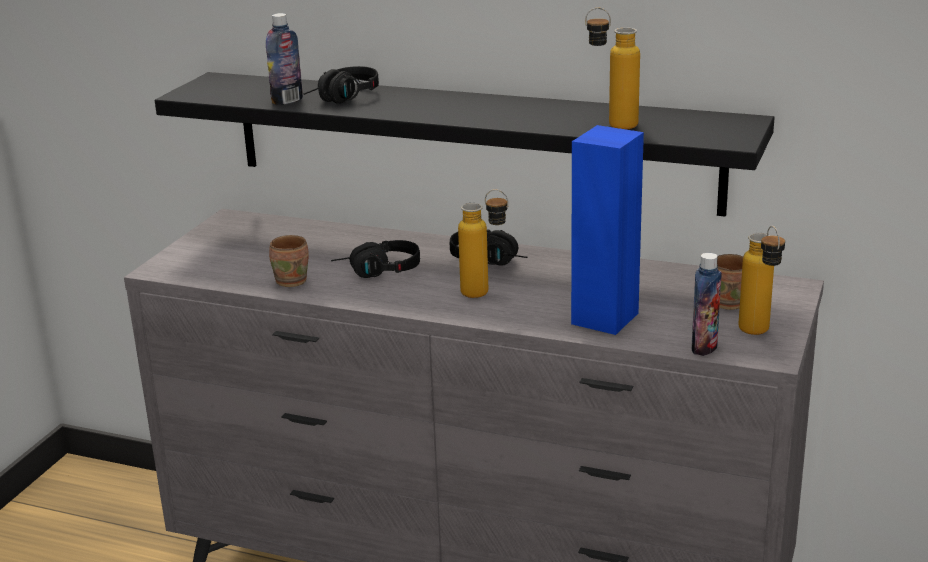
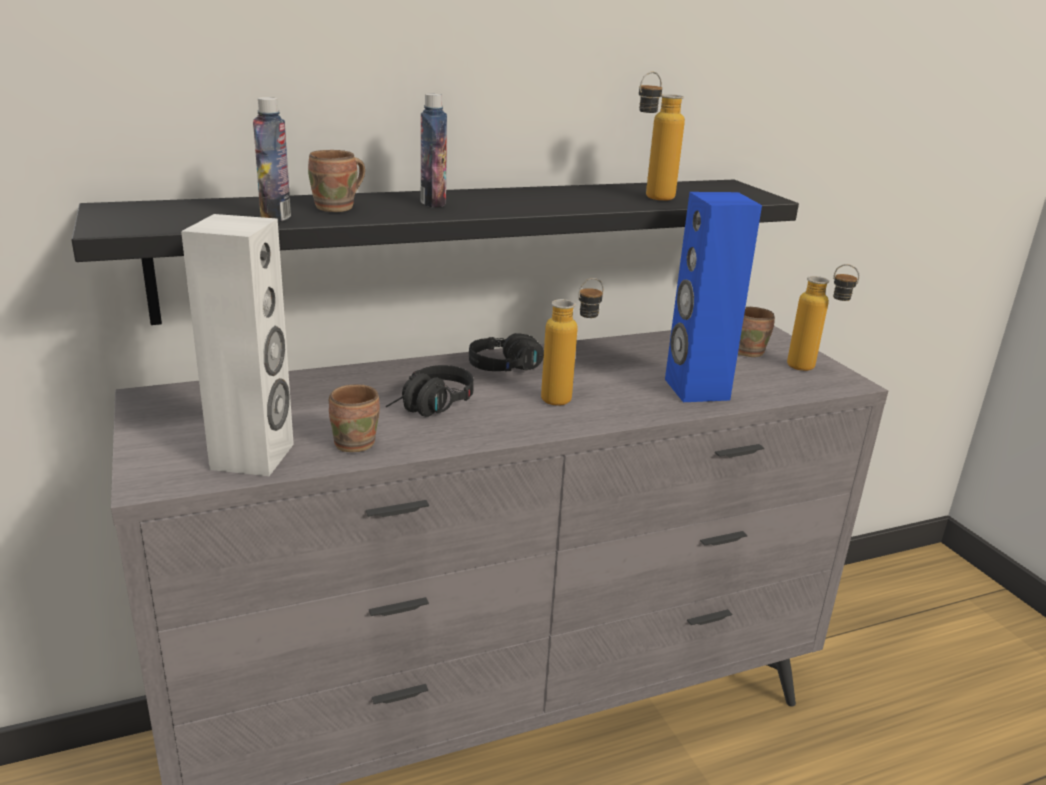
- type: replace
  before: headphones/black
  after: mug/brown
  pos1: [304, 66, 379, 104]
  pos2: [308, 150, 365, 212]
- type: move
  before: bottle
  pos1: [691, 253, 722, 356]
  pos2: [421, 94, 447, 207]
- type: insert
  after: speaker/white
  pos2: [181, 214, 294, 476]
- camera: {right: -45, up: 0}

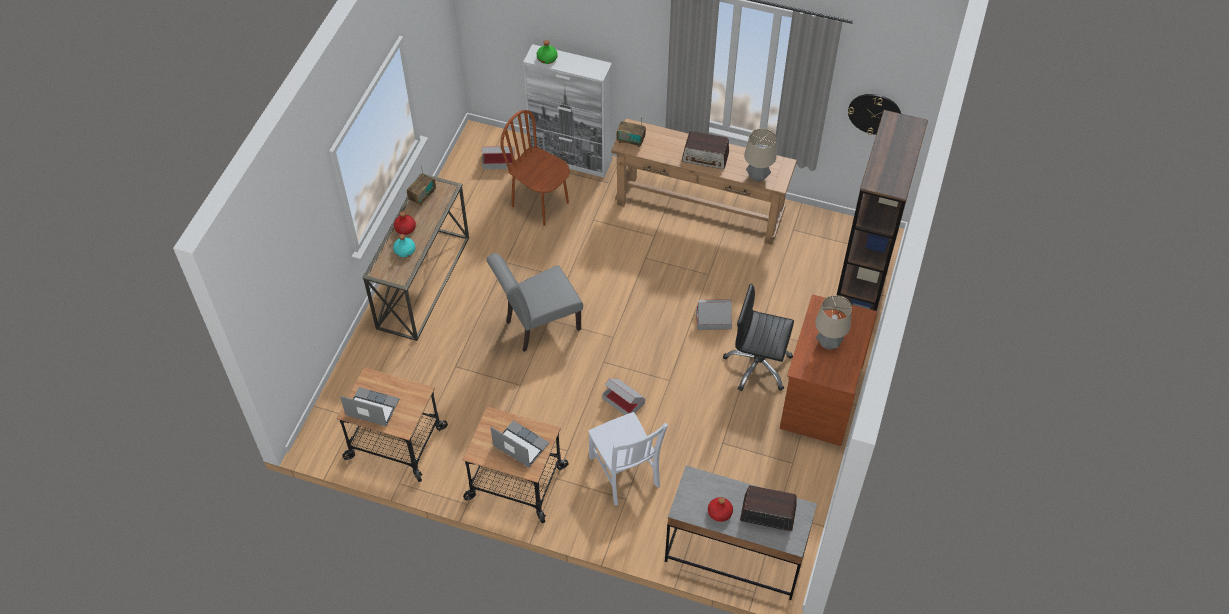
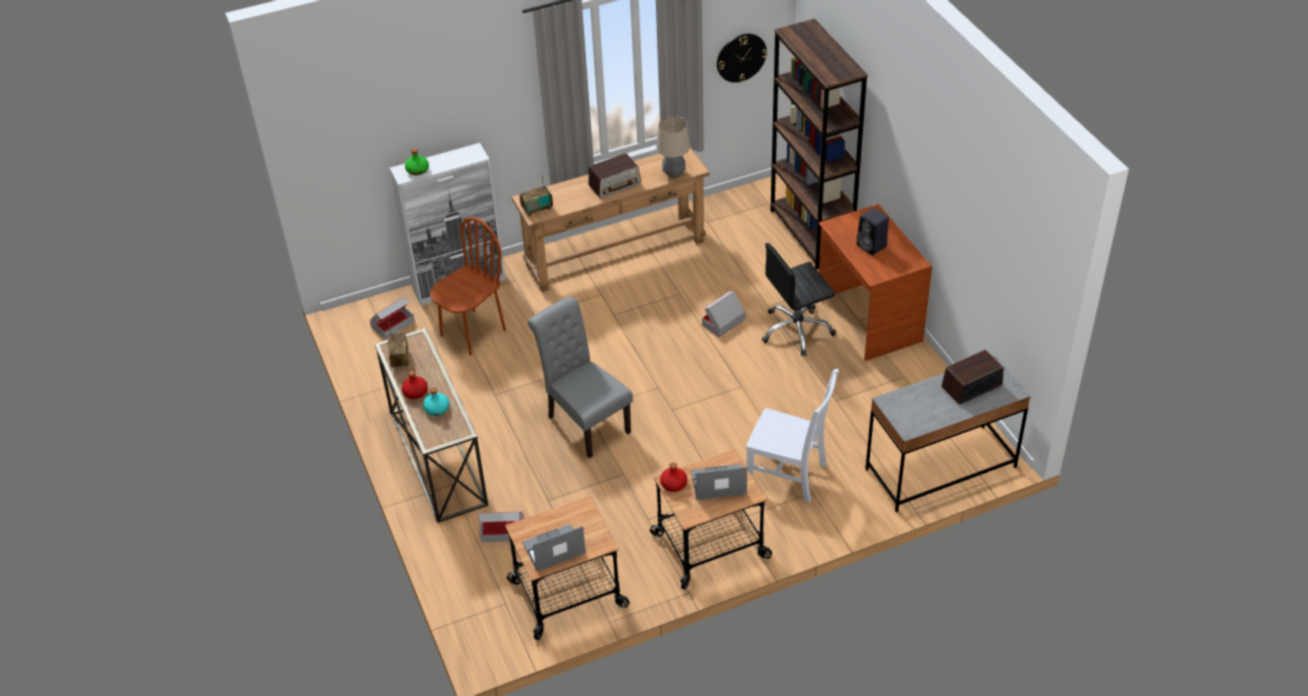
- type: rotate
  before: chair/grey
  pos1: [486, 253, 583, 352]
  pos2: [528, 296, 633, 458]
  turn: 120
- type: rotate
  before: chair/brown
  pos1: [500, 110, 570, 226]
  pos2: [430, 217, 506, 355]
  turn: 135
- type: move
  before: cardboard box
  pos1: [602, 379, 645, 415]
  pos2: [479, 512, 524, 542]
- type: move
  before: bottle/red
  pos1: [708, 497, 733, 522]
  pos2: [660, 463, 687, 492]
- type: replace
  before: table lamp
  after: speaker/black
  pos1: [815, 295, 852, 350]
  pos2: [857, 208, 889, 255]
- camera: {right: -40, up: -10}

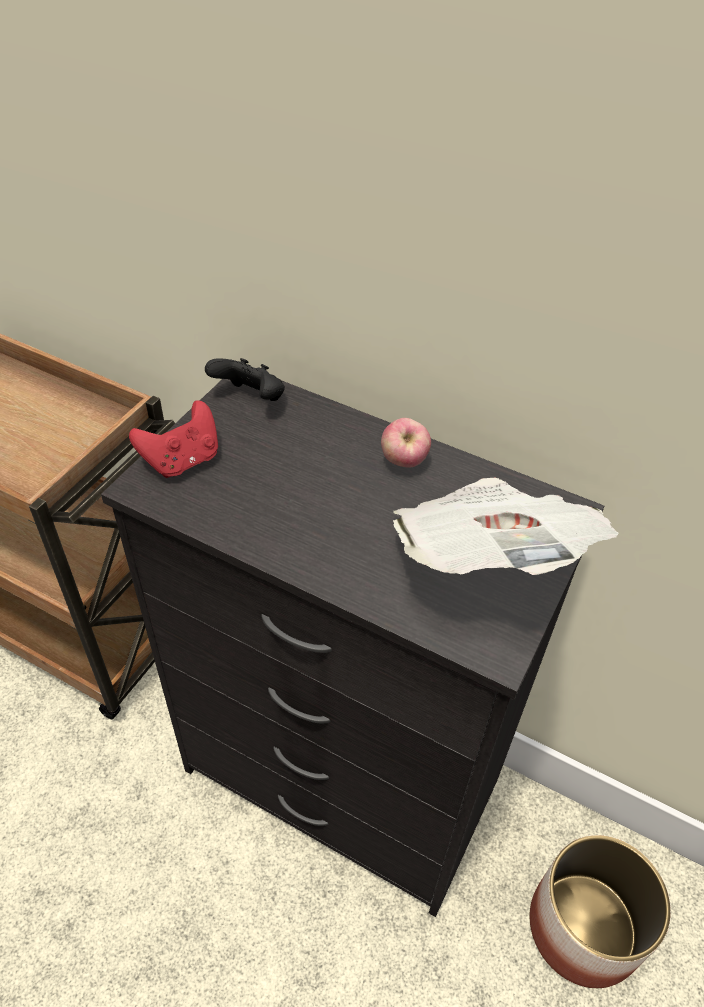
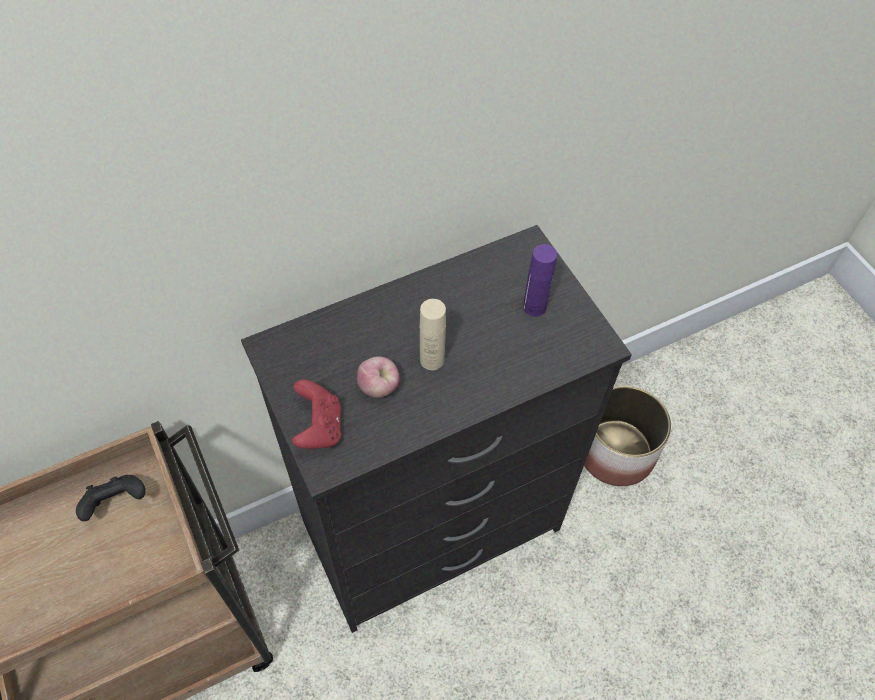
- type: move
  before: game controller/black
  pos1: [205, 358, 285, 401]
  pos2: [76, 475, 146, 521]
- type: move
  before: apple
  pos1: [381, 418, 431, 468]
  pos2: [357, 356, 400, 398]
- type: replace
  before: newspaper
  after: bottle/purple
  pos1: [393, 478, 619, 575]
  pos2: [523, 244, 557, 317]
- type: insert
  after: bottle/beige
  pos2: [420, 299, 446, 370]
- camera: {right: -55, up: 10}

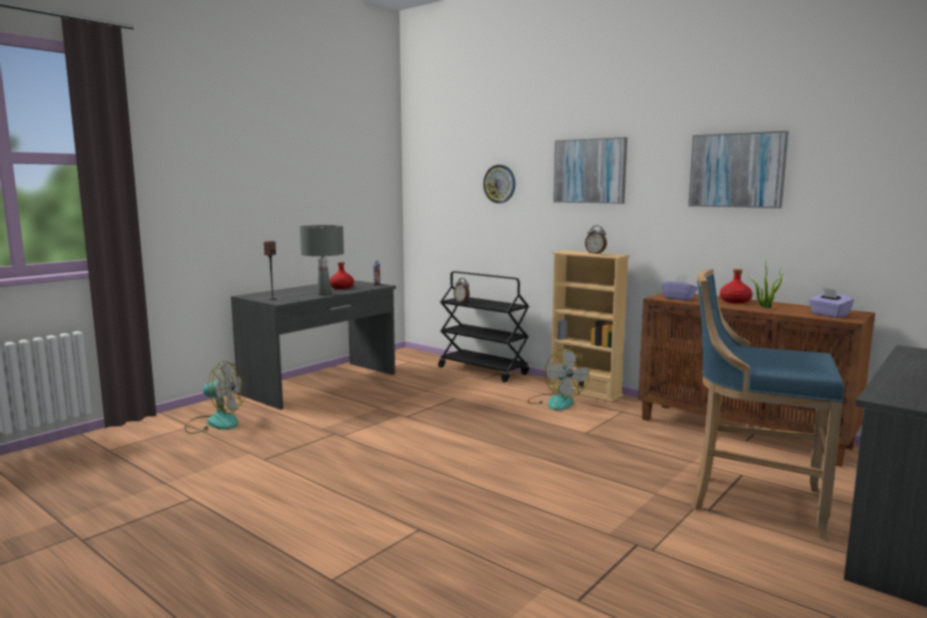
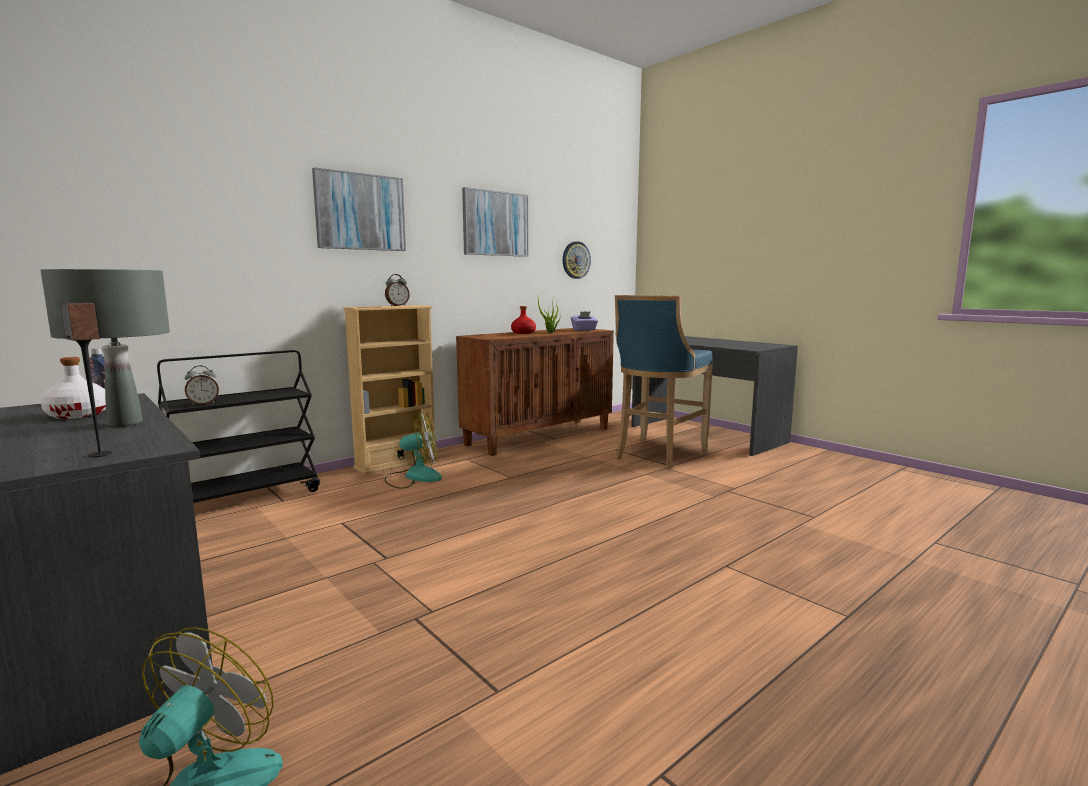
- type: recolor
  before: bottle/red
  after: bottle/white
  pos1: [330, 262, 354, 289]
  pos2: [41, 357, 106, 419]
- type: move
  before: wall clock
  pos1: [483, 165, 515, 203]
  pos2: [563, 241, 591, 279]
- type: delete
  before: tissue box/purple
  pos1: [662, 275, 698, 301]
- camera: {right: -80, up: 0}

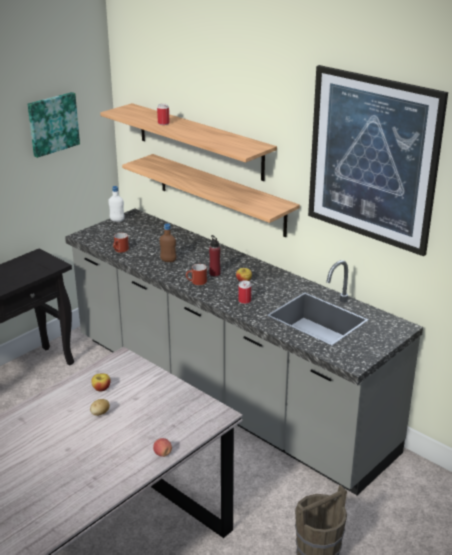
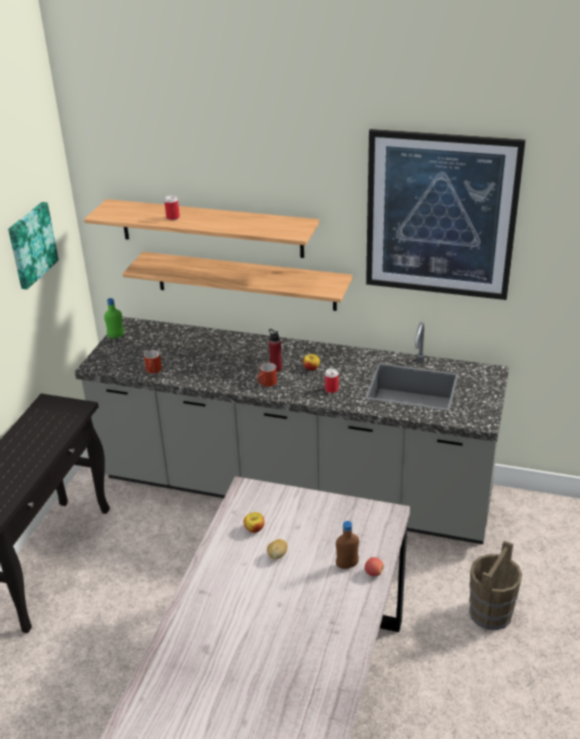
- type: recolor
  before: bottle/white
  after: bottle/green
  pos1: [108, 186, 125, 222]
  pos2: [104, 298, 124, 338]
- type: move
  before: bottle/brown
  pos1: [160, 224, 176, 262]
  pos2: [336, 521, 359, 569]
- camera: {right: -25, up: 5}

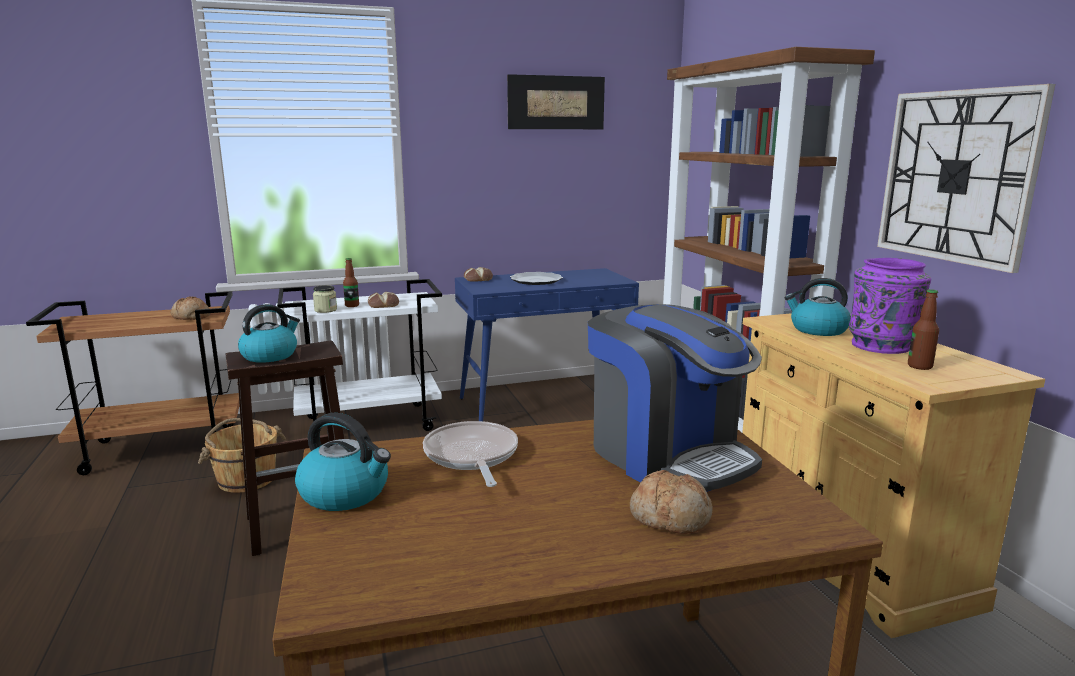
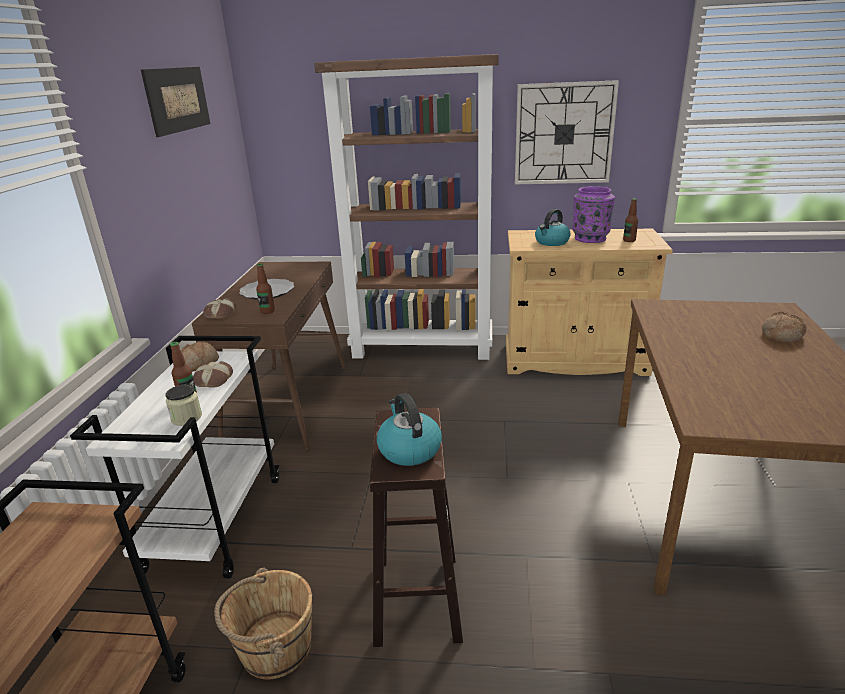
- type: move
  before: bread
  pos1: [171, 297, 210, 320]
  pos2: [181, 342, 219, 372]
- type: delete
  before: kettle
  pos1: [295, 413, 391, 511]
- type: delete
  before: frying pan
  pos1: [423, 421, 518, 487]
- type: recolor
  before: console table/blue
  after: console table/brown
  pos1: [455, 268, 639, 421]
  pos2: [192, 262, 346, 450]
- type: delete
  before: coffee machine
  pos1: [588, 304, 762, 492]
- type: insert
  after: bottle
  pos2: [256, 264, 275, 314]
- camera: {right: -65, up: 10}

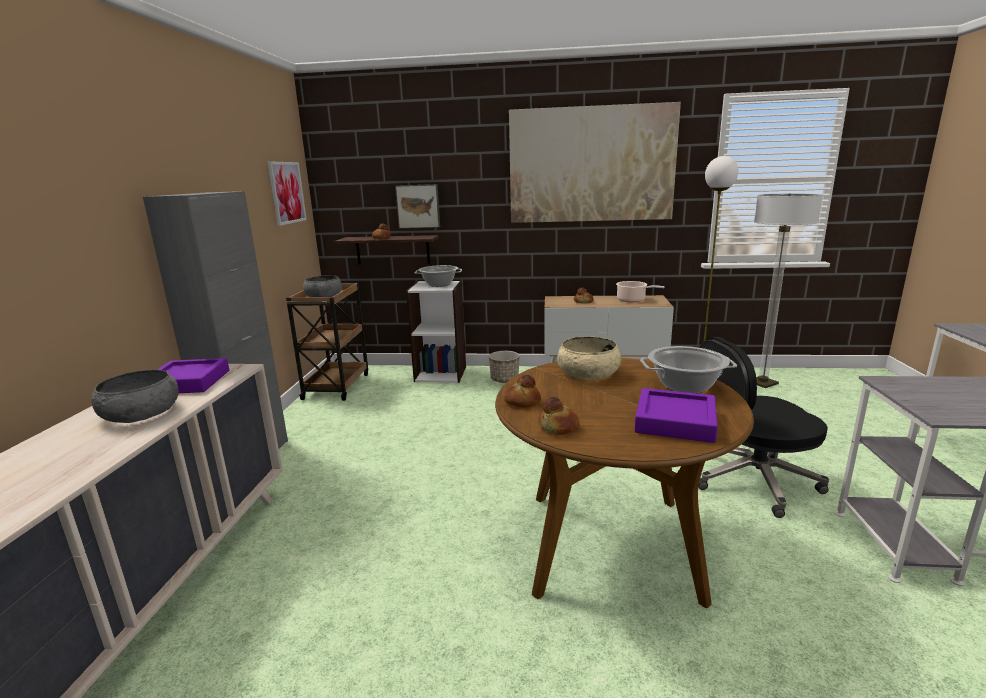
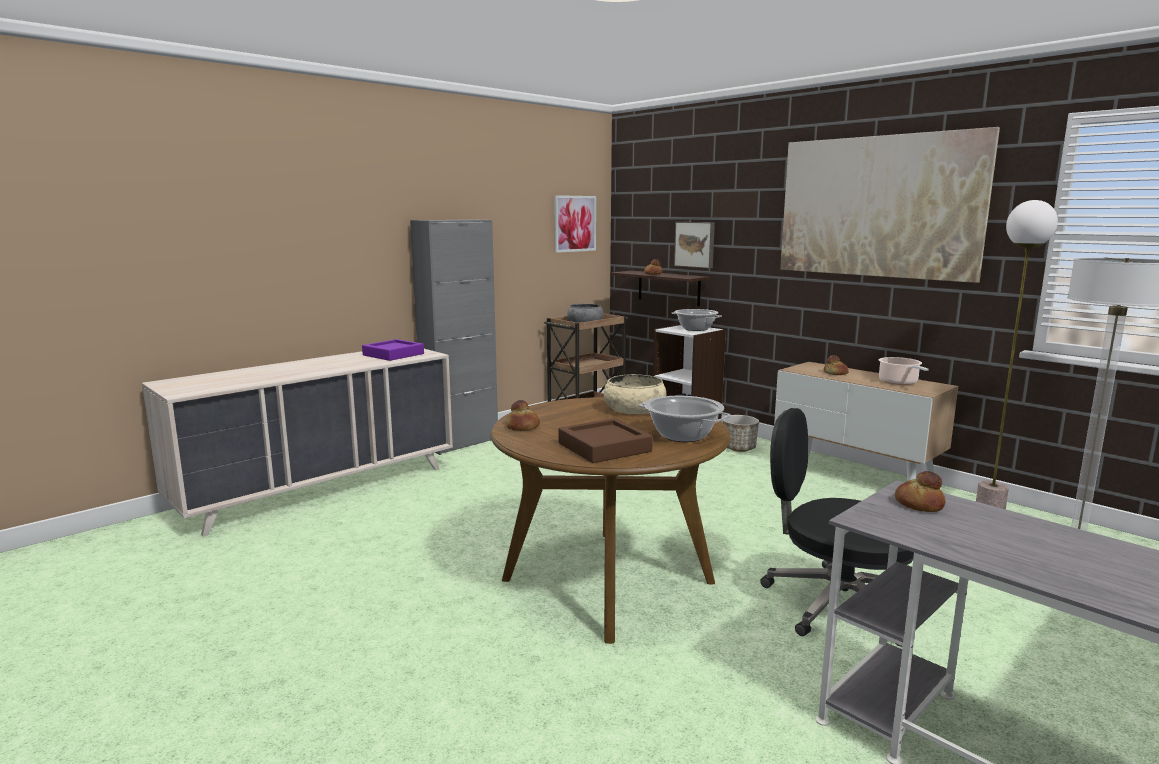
- type: delete
  before: bowl/grey
  pos1: [91, 370, 179, 423]
- type: move
  before: bread
  pos1: [504, 375, 541, 408]
  pos2: [895, 471, 945, 512]
- type: recolor
  before: tray/purple
  after: tray/brown
  pos1: [635, 388, 718, 443]
  pos2: [558, 418, 653, 463]
- camera: {right: 40, up: -5}

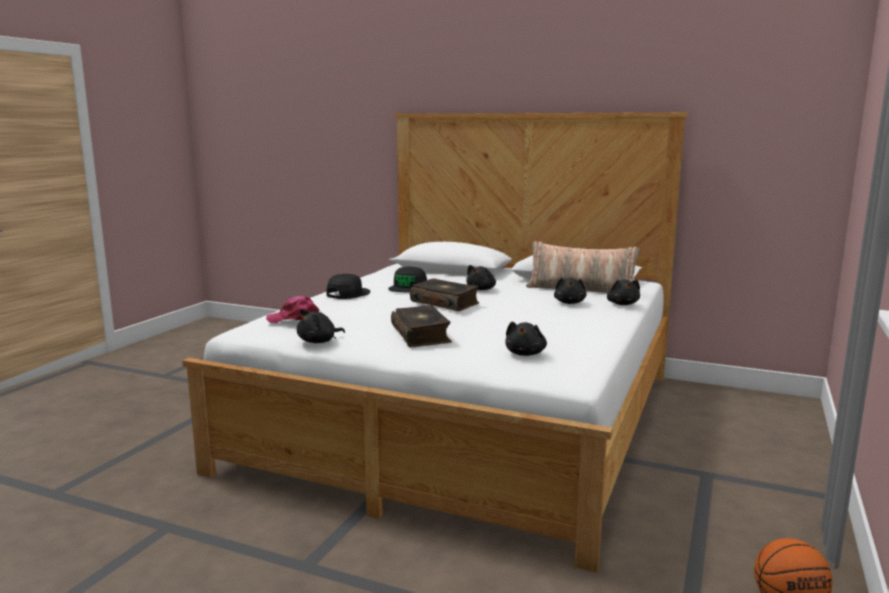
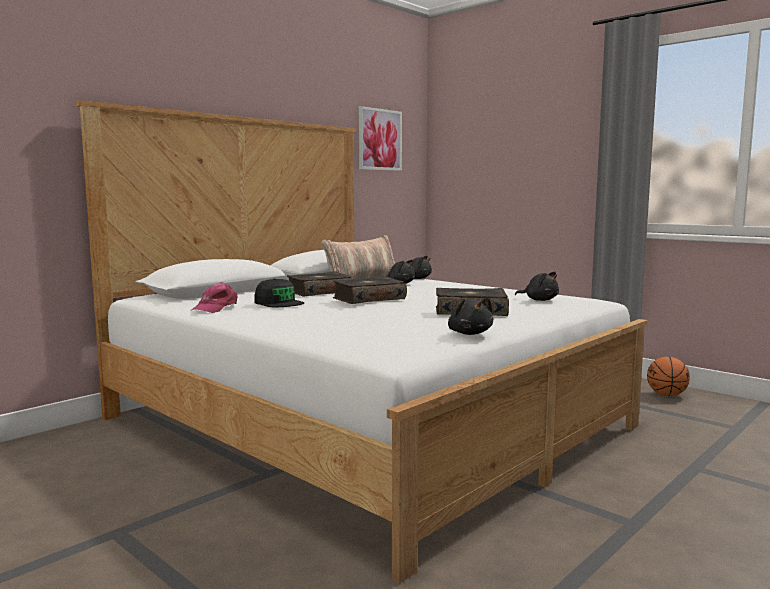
- type: move
  before: cap/pink
  pos1: [266, 296, 319, 323]
  pos2: [191, 282, 237, 313]
- type: delete
  before: cap/black
  pos1: [326, 274, 370, 299]
- type: replace
  before: plush toy/black
  after: book
  pos1: [466, 265, 496, 290]
  pos2: [287, 271, 353, 297]
- type: insert
  after: picture
  pos2: [359, 106, 402, 171]
- camera: {right: -70, up: -5}

